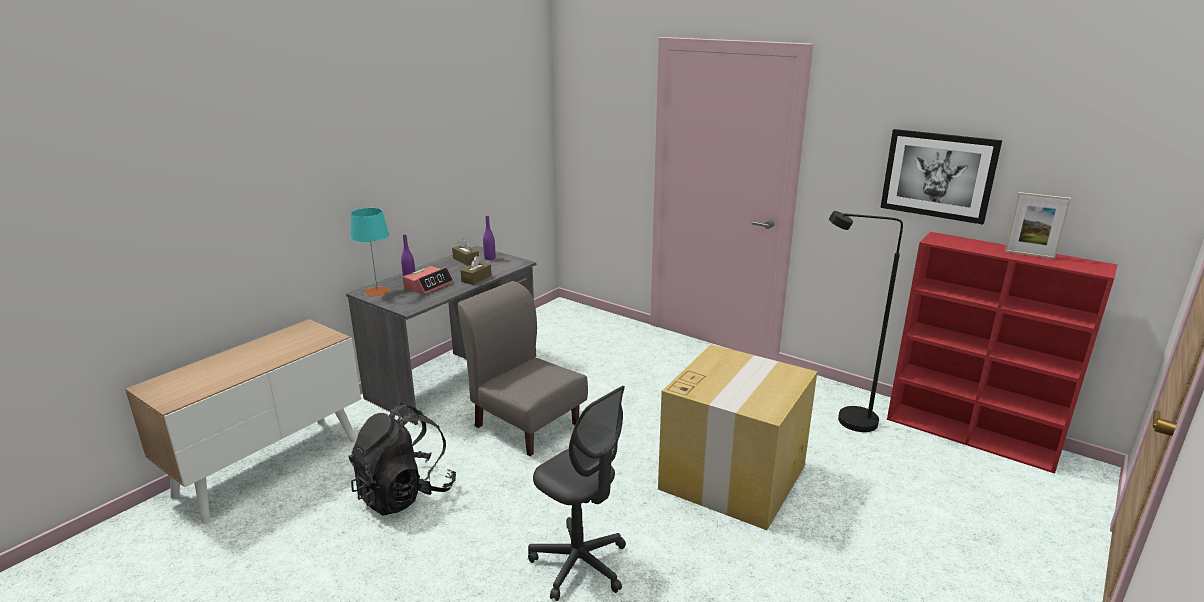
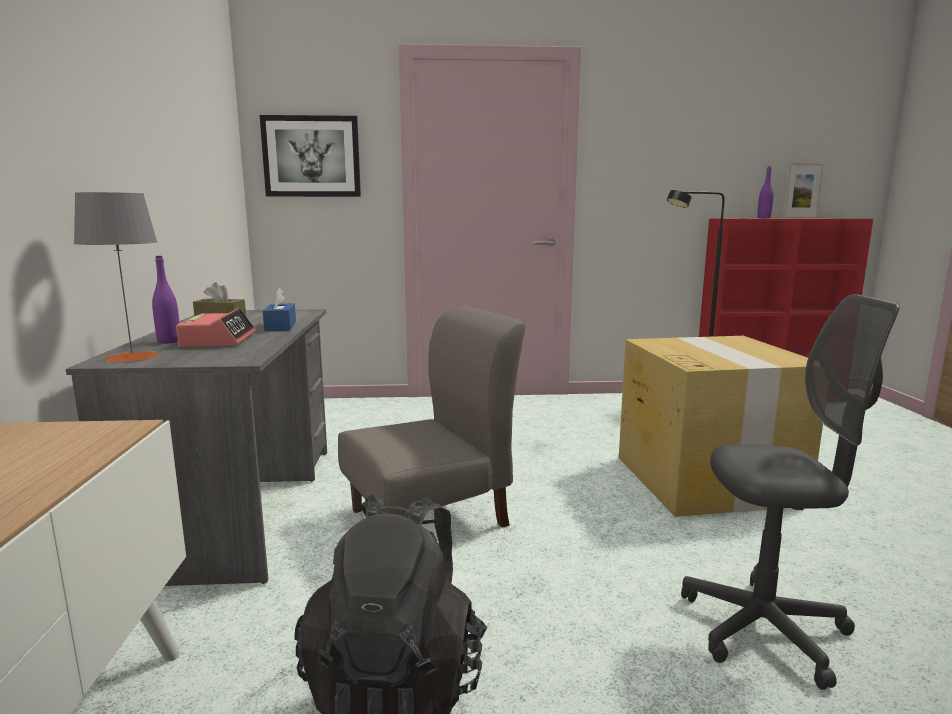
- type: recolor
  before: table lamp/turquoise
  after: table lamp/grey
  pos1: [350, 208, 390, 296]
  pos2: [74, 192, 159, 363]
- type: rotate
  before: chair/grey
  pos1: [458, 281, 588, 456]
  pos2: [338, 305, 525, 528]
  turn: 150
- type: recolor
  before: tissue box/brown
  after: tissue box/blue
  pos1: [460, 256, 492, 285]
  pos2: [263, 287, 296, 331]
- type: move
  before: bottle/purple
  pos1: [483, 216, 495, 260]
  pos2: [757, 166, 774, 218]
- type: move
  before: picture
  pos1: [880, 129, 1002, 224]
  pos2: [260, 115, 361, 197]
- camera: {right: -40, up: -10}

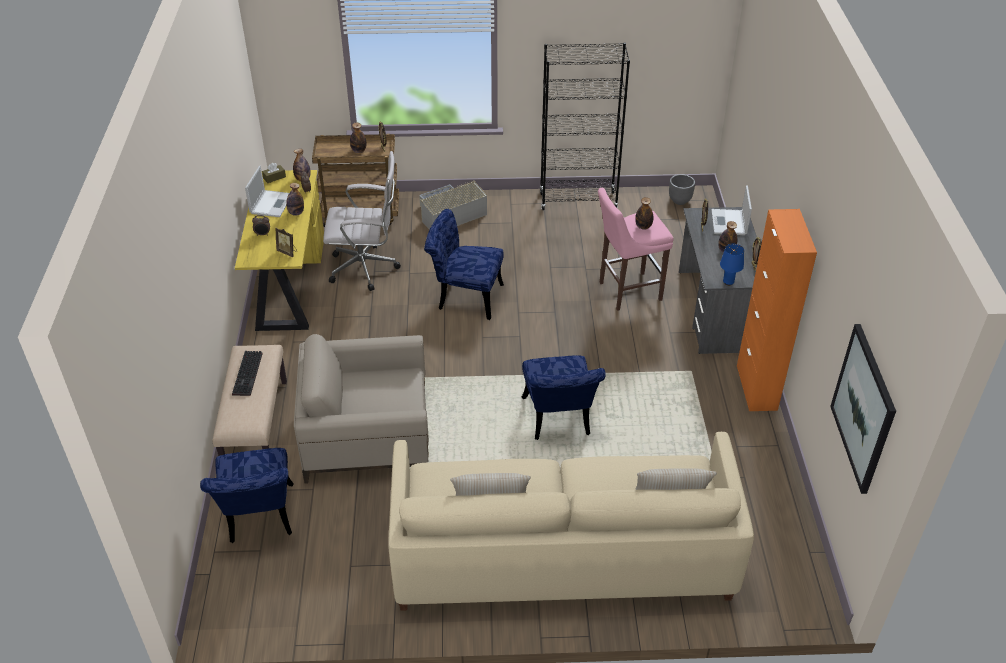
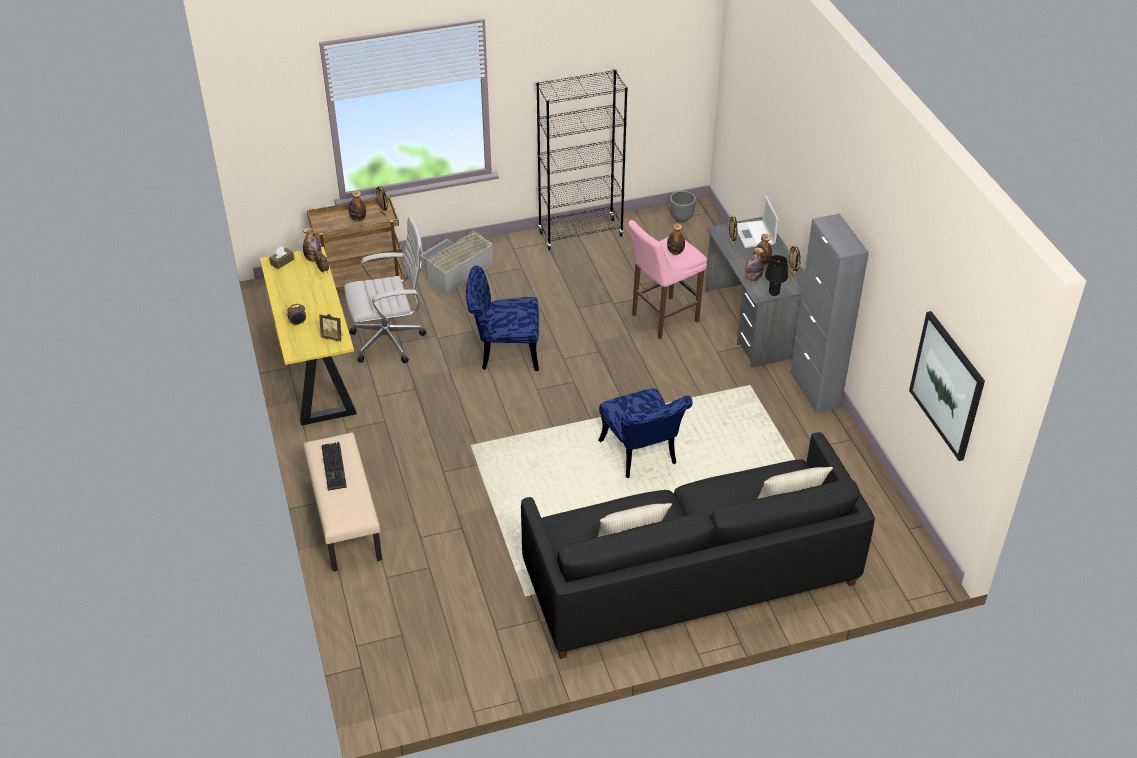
- type: delete
  before: chair/blue
  pos1: [200, 448, 294, 543]
- type: delete
  before: laptop
  pos1: [245, 166, 289, 217]
- type: move
  before: bottle
  pos1: [286, 183, 304, 216]
  pos2: [745, 247, 764, 281]
- type: delete
  before: armchair/beige
  pos1: [294, 334, 429, 484]
- type: recolor
  before: sofa/beige
  after: sofa/black
  pos1: [388, 432, 754, 611]
  pos2: [521, 432, 875, 659]
- type: recolor
  before: table lamp/blue
  after: table lamp/black
  pos1: [720, 244, 744, 285]
  pos2: [765, 255, 788, 296]
- type: recolor
  before: cabinet/orange
  after: cabinet/grey
  pos1: [737, 209, 817, 411]
  pos2: [790, 214, 869, 413]
- camera: {right: -15, up: 0}

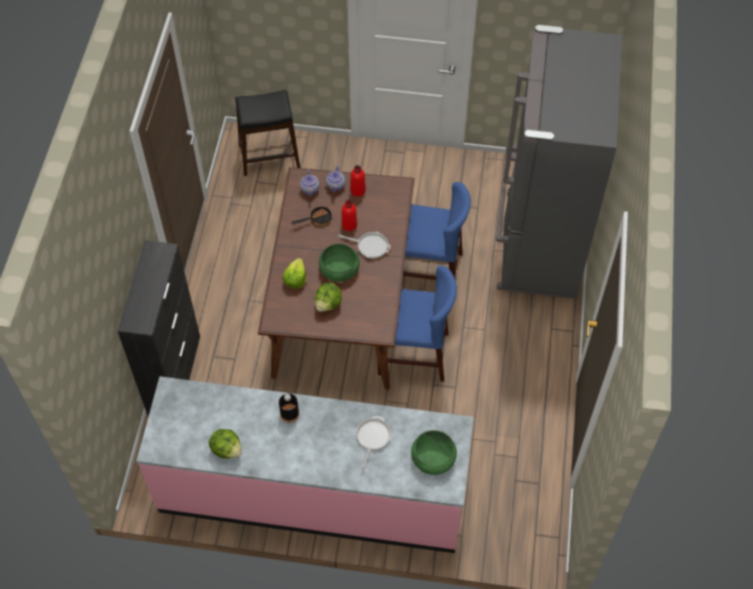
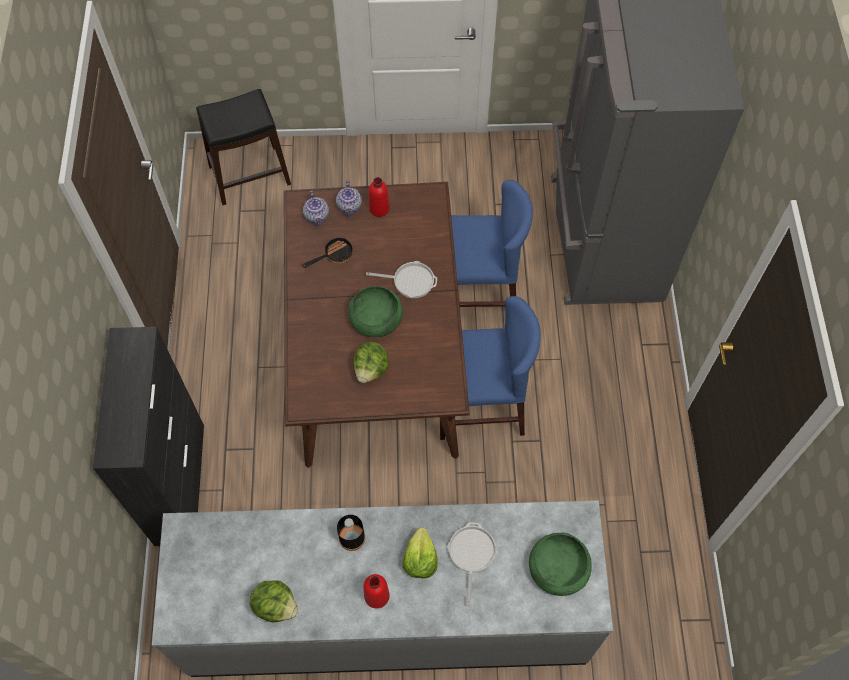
- type: recolor
  before: counter/pink
  after: counter/grey
  pos1: [136, 376, 474, 553]
  pos2: [152, 500, 613, 677]
- type: move
  before: lettuce
  pos1: [282, 258, 306, 289]
  pos2: [402, 528, 438, 578]
- type: move
  before: bottle/red
  pos1: [341, 200, 357, 231]
  pos2: [364, 574, 390, 608]
- camera: {right: -10, up: 5}

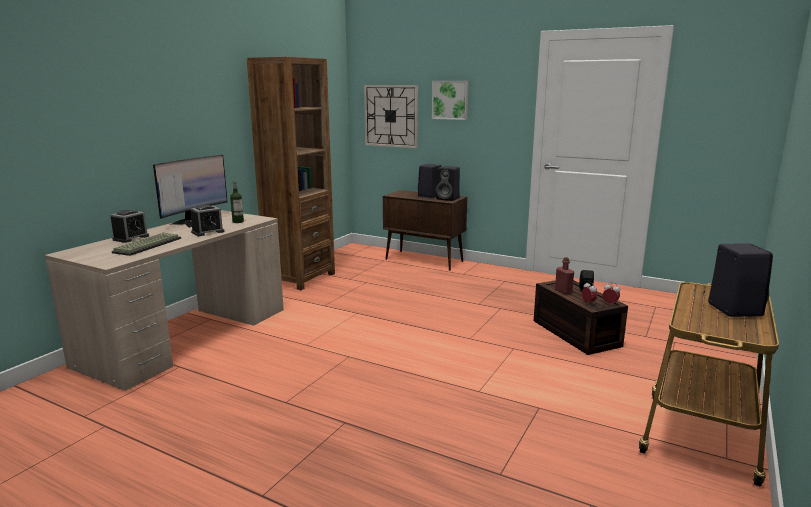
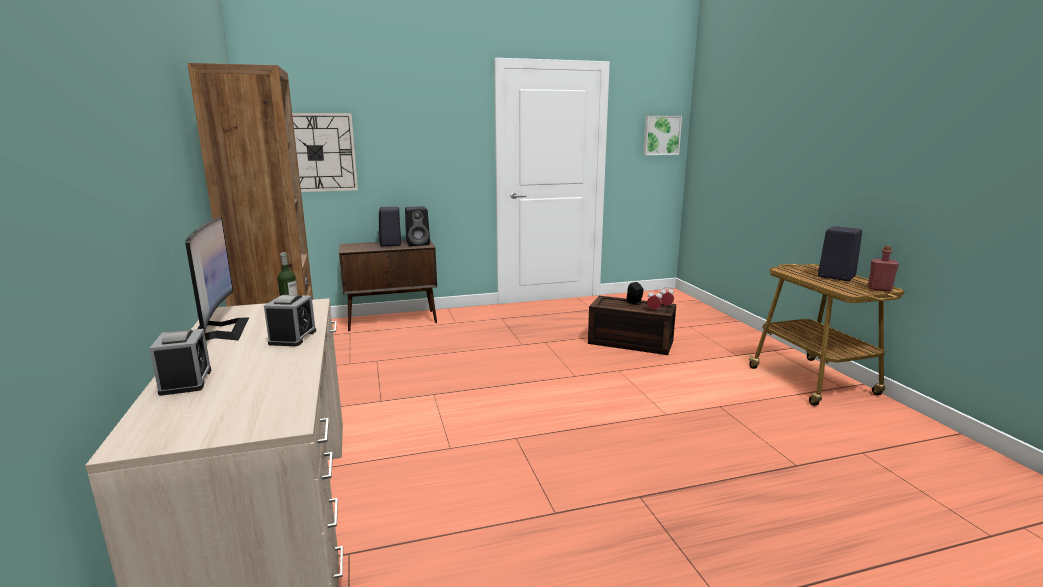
- type: delete
  before: keyboard
  pos1: [112, 233, 181, 256]
- type: move
  before: picture
  pos1: [432, 81, 469, 120]
  pos2: [643, 116, 682, 155]
- type: move
  before: bottle/red
  pos1: [555, 257, 574, 294]
  pos2: [868, 246, 899, 291]
- camera: {right: -45, up: 0}

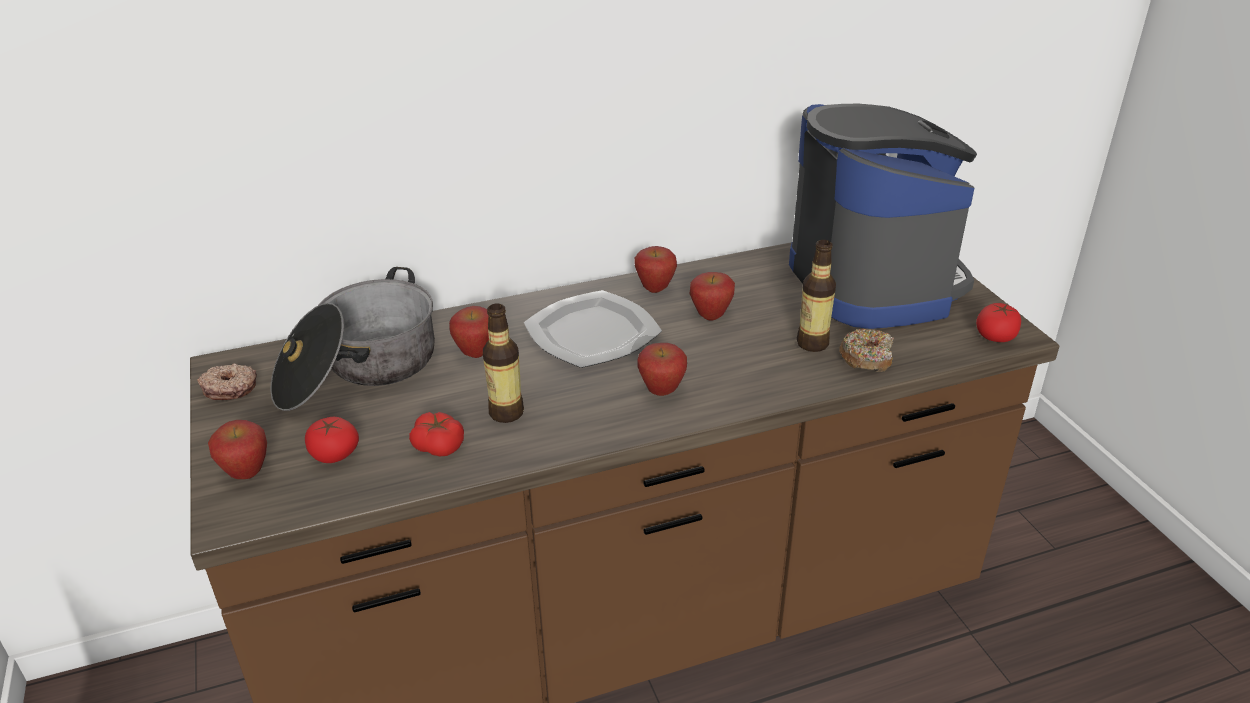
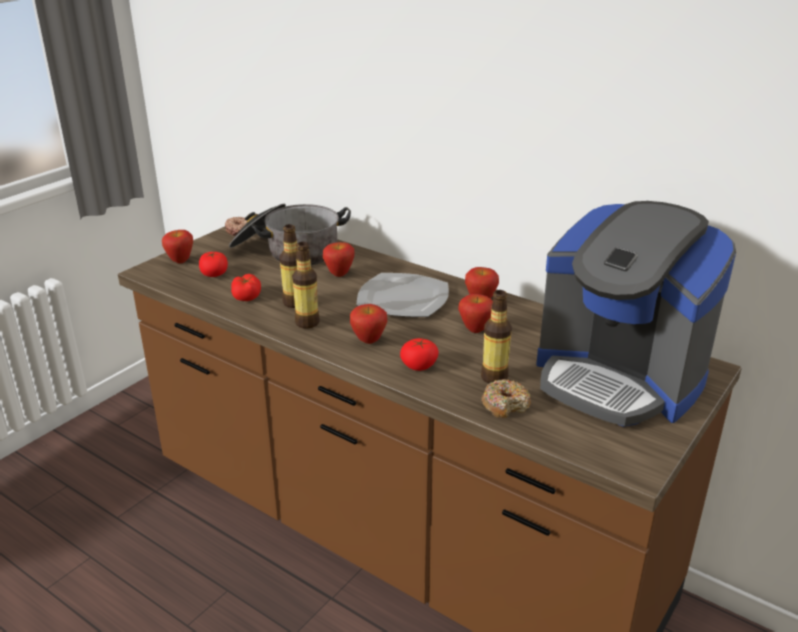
- type: rotate
  before: coffee machine
  pos1: [789, 104, 977, 329]
  pos2: [536, 201, 736, 427]
  turn: 90
- type: move
  before: tomato
  pos1: [976, 303, 1021, 342]
  pos2: [400, 338, 439, 371]
- type: insert
  after: bottle
  pos2: [292, 242, 319, 329]
- camera: {right: 55, up: -5}

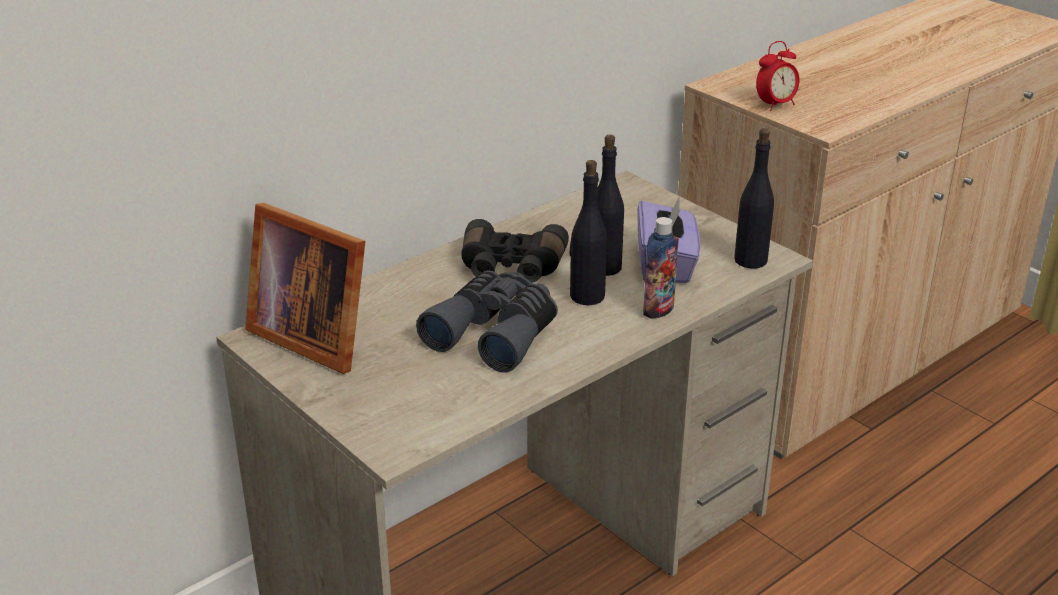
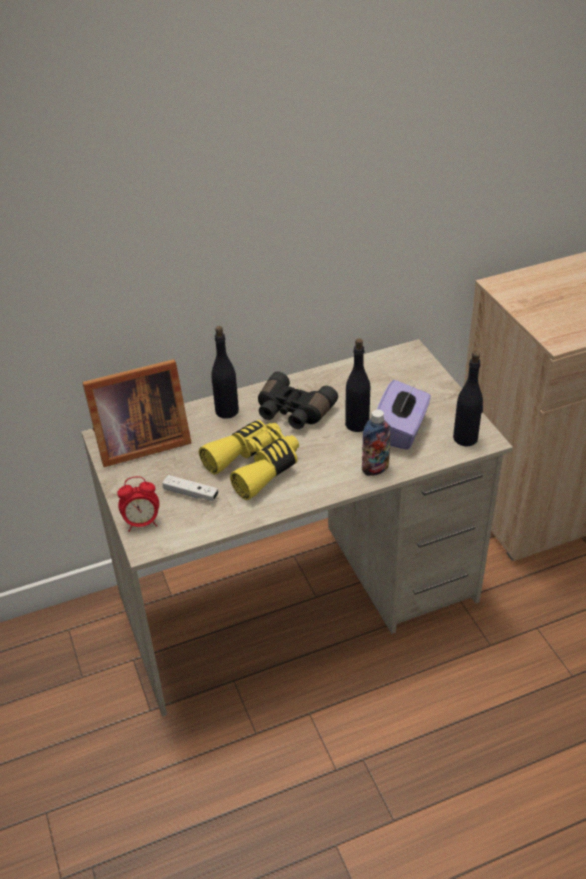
- type: rotate
  before: picture frame
  pos1: [245, 203, 365, 374]
  pos2: [82, 359, 191, 467]
  turn: -75
- type: recolor
  before: binoculars/grey
  after: binoculars/yellow
  pos1: [416, 270, 558, 372]
  pos2: [199, 420, 299, 500]
- type: move
  before: bottle/black
  pos1: [570, 160, 607, 305]
  pos2: [211, 326, 239, 419]
- type: move
  before: alarm clock
  pos1: [756, 41, 799, 111]
  pos2: [117, 476, 159, 532]
- type: insert
  after: game controller/white
  pos2: [162, 475, 218, 501]
- camera: {right: 20, up: 10}

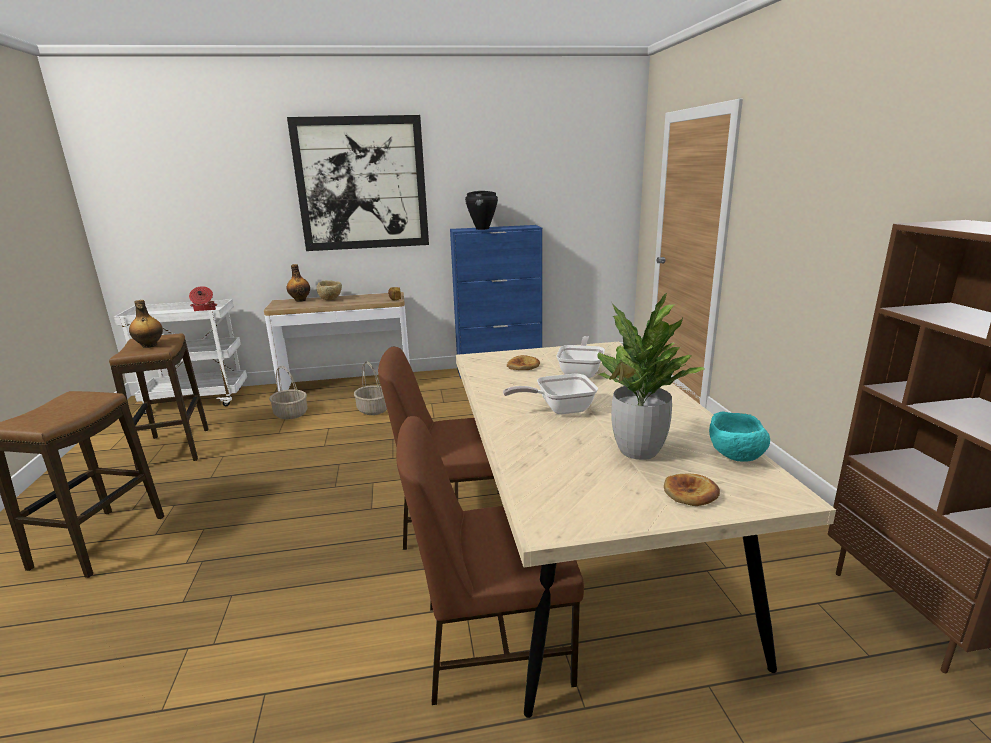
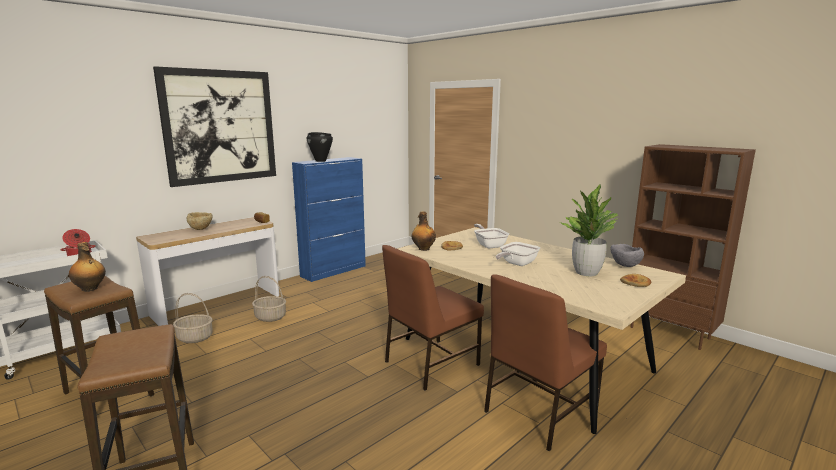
- type: move
  before: bottle
  pos1: [287, 264, 310, 302]
  pos2: [412, 211, 436, 251]
- type: recolor
  before: bowl/turquoise
  after: bowl/grey
  pos1: [709, 411, 770, 462]
  pos2: [610, 244, 644, 267]
- camera: {right: -35, up: -5}

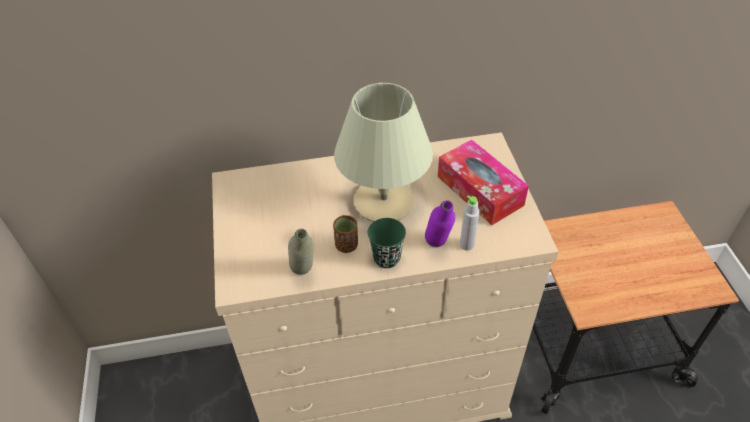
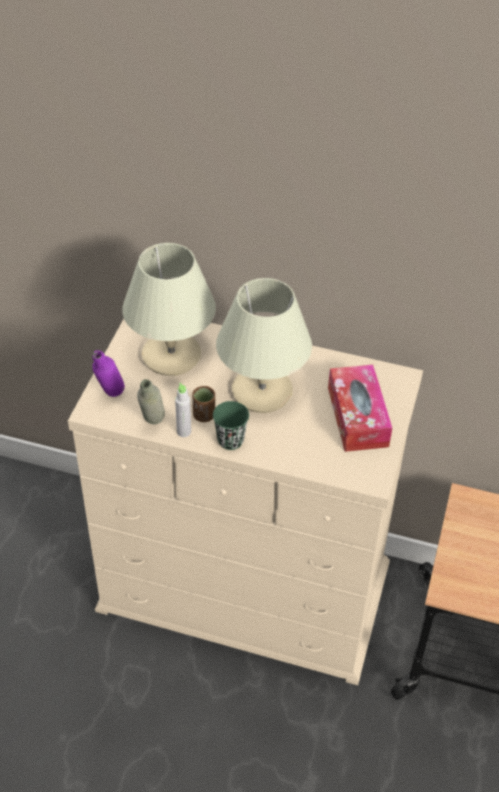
- type: move
  before: bottle/purple
  pos1: [425, 200, 455, 247]
  pos2: [92, 350, 125, 397]
- type: move
  before: bottle/grey
  pos1: [460, 195, 479, 251]
  pos2: [175, 383, 191, 437]
- type: insert
  after: table lamp/beige
  pos2: [122, 243, 216, 376]
- camera: {right: 25, up: 0}

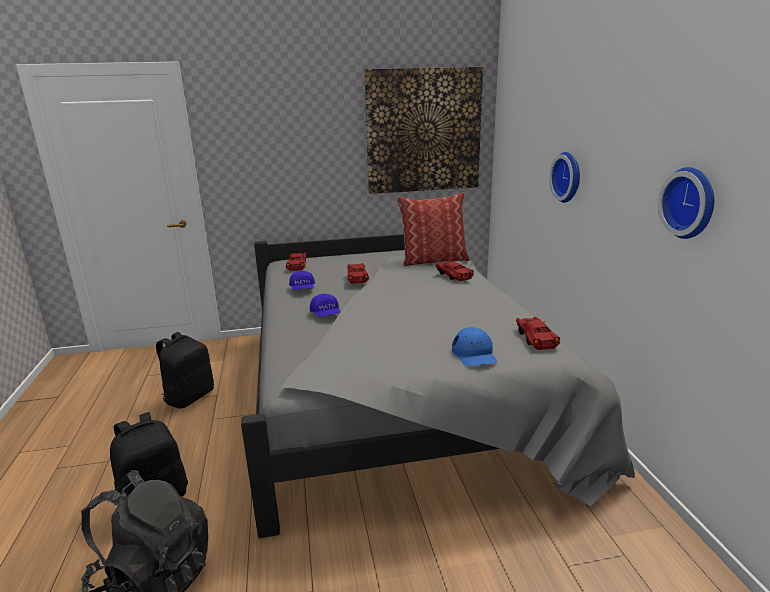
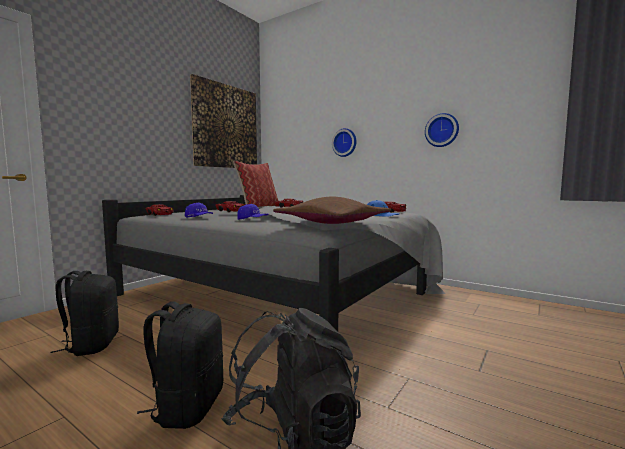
- type: insert
  after: pillow/brown
  pos2: [273, 197, 391, 224]
- camera: {right: -45, up: -15}

